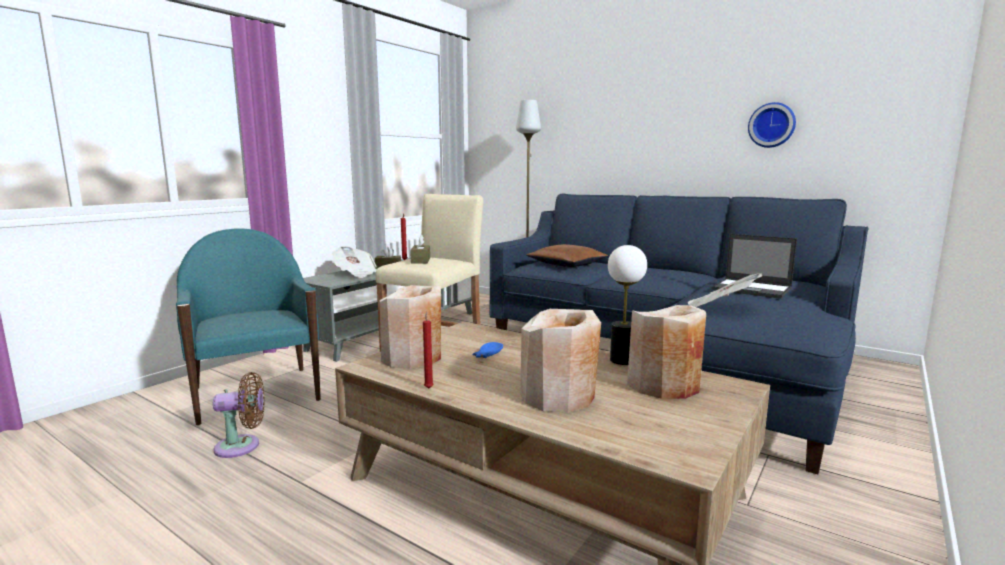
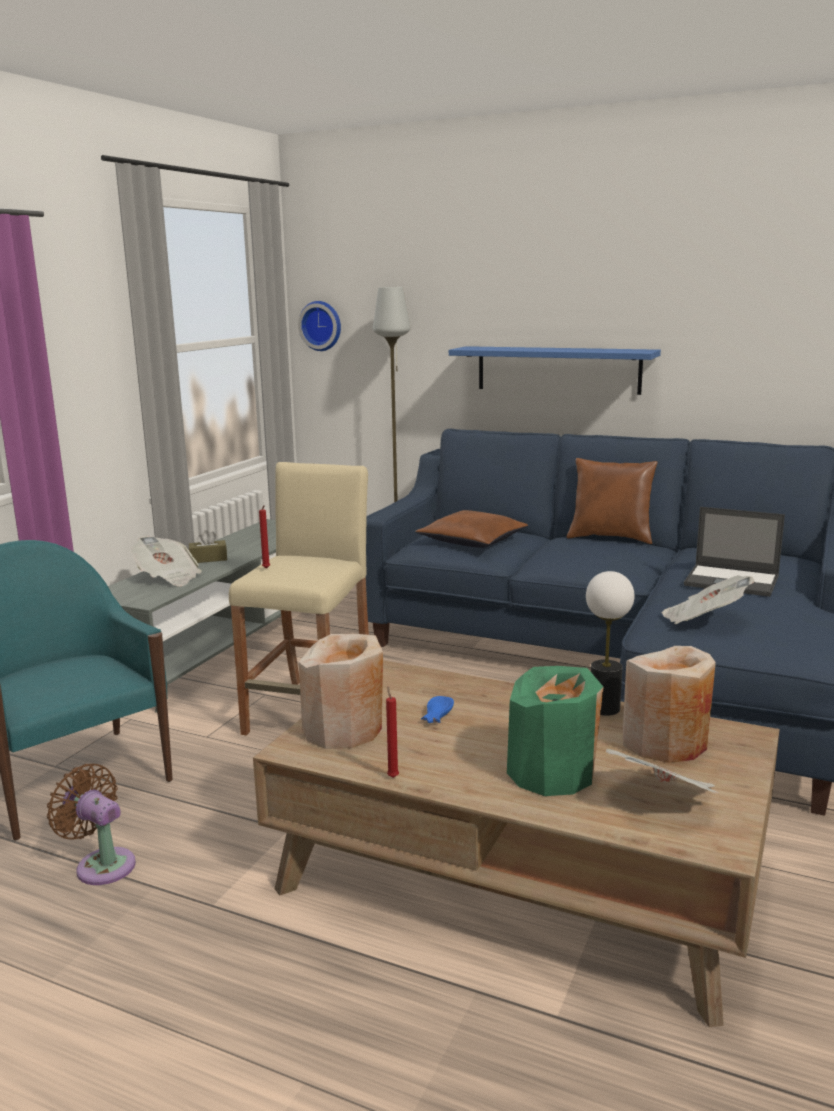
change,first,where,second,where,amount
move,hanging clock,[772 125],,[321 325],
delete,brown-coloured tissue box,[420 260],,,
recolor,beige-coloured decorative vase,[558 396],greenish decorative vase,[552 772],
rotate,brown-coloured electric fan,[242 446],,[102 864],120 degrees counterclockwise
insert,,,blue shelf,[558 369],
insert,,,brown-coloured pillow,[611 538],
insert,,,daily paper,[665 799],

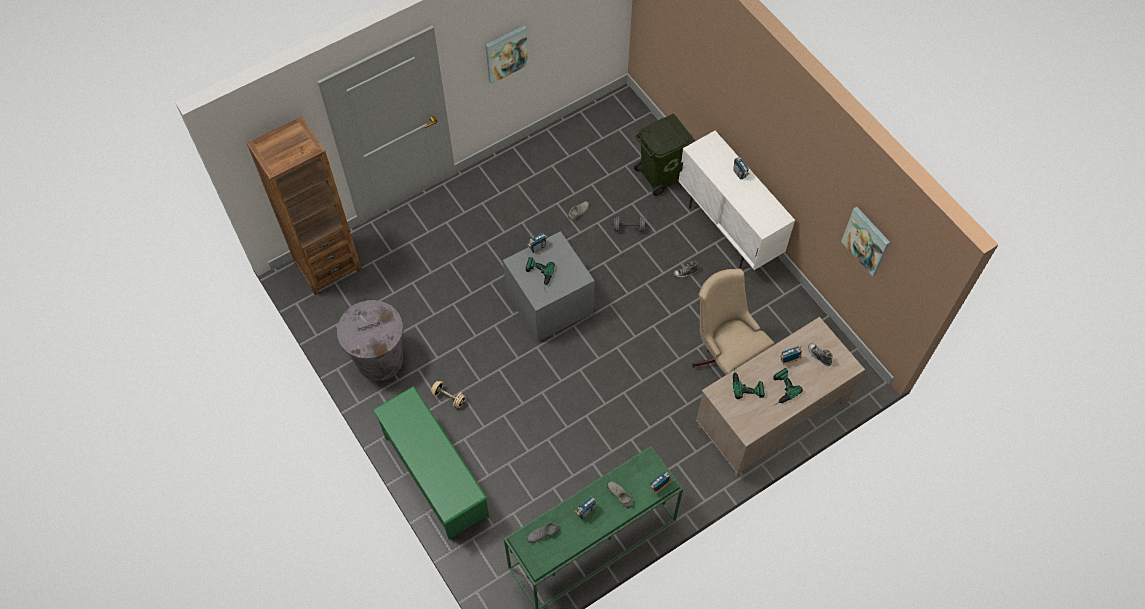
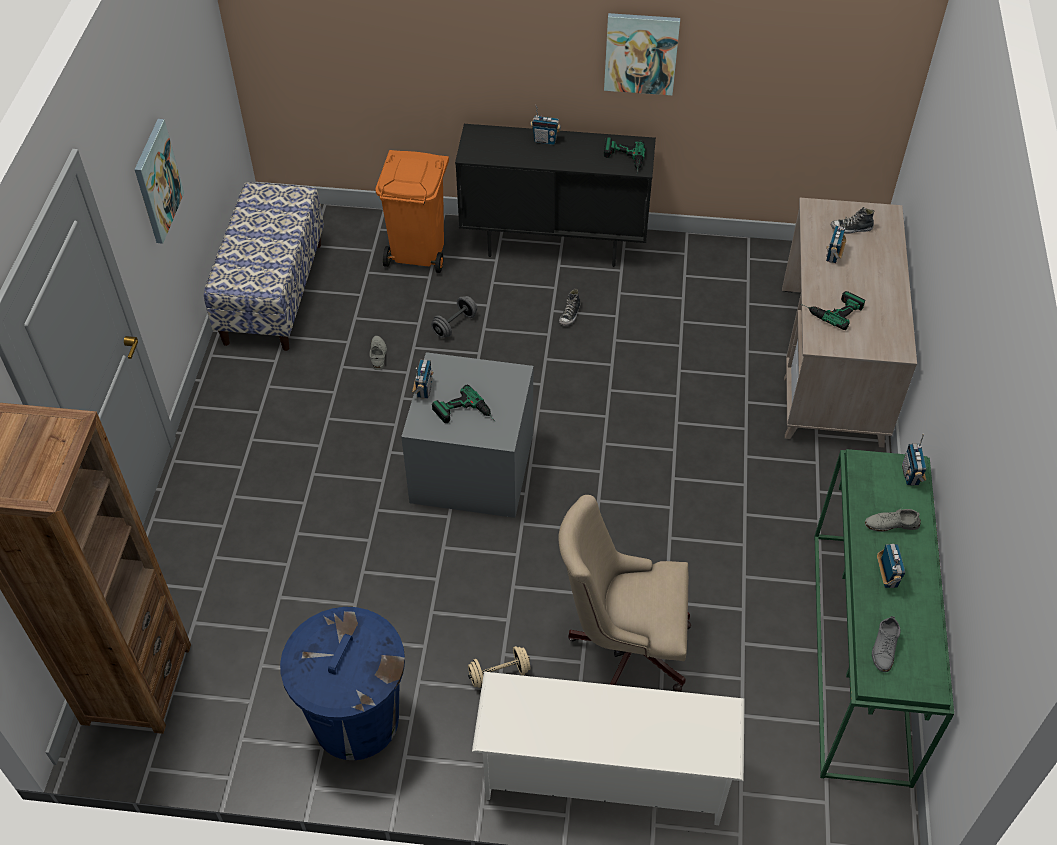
change,first,where,second,where,amount
recolor,greenish rubbish bin,[661 176],orange-coloured rubbish bin,[419 252],
recolor,white-coloured storage cabinet,[728 230],black storage cabinet,[554 244],
move,wall picture,[866 240],,[641 53],
move,beige-coloured office chair,[725 356],,[623 646],
recolor,grey rubbish bin,[379 359],blue rubbish bin,[355 720],
move,drill,[780 390],,[623 160],
recolor,greenish shoe stand,[435 475],white-coloured shoe stand,[604 774],
insert,,,bench,[273 292],

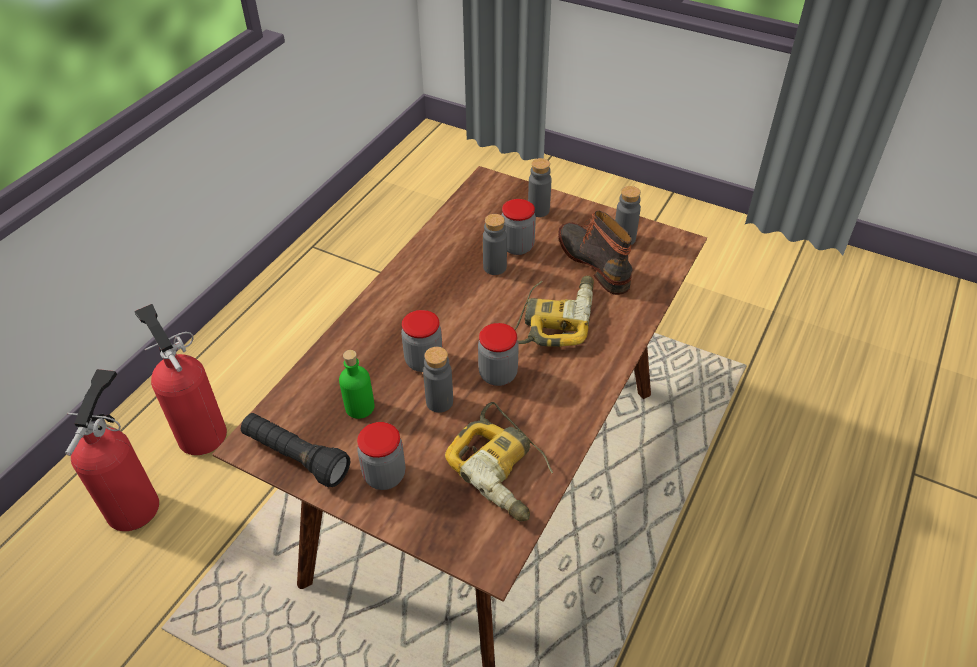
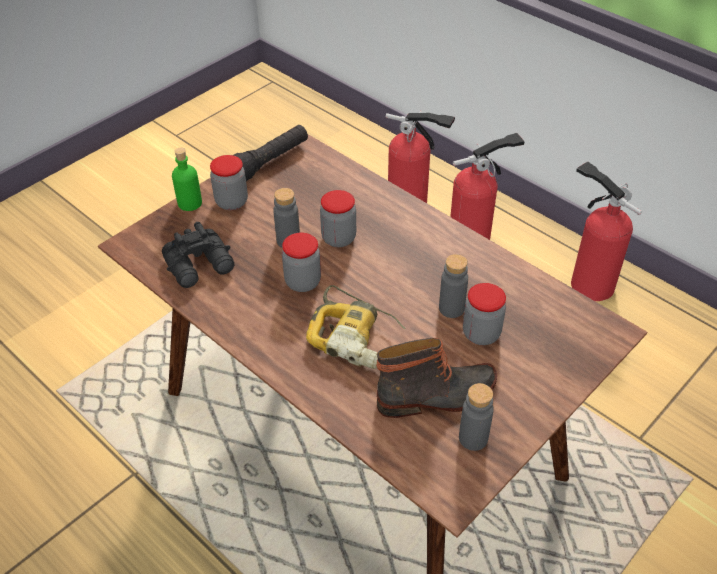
change,first,where,second,where,amount
delete,grey bottle,[538 210],,,
move,greenish bottle,[359 407],,[190 203],
replace,drill,[503 470],black pair of binoculars,[201 266],
insert,,,extinguisher,[588 282],

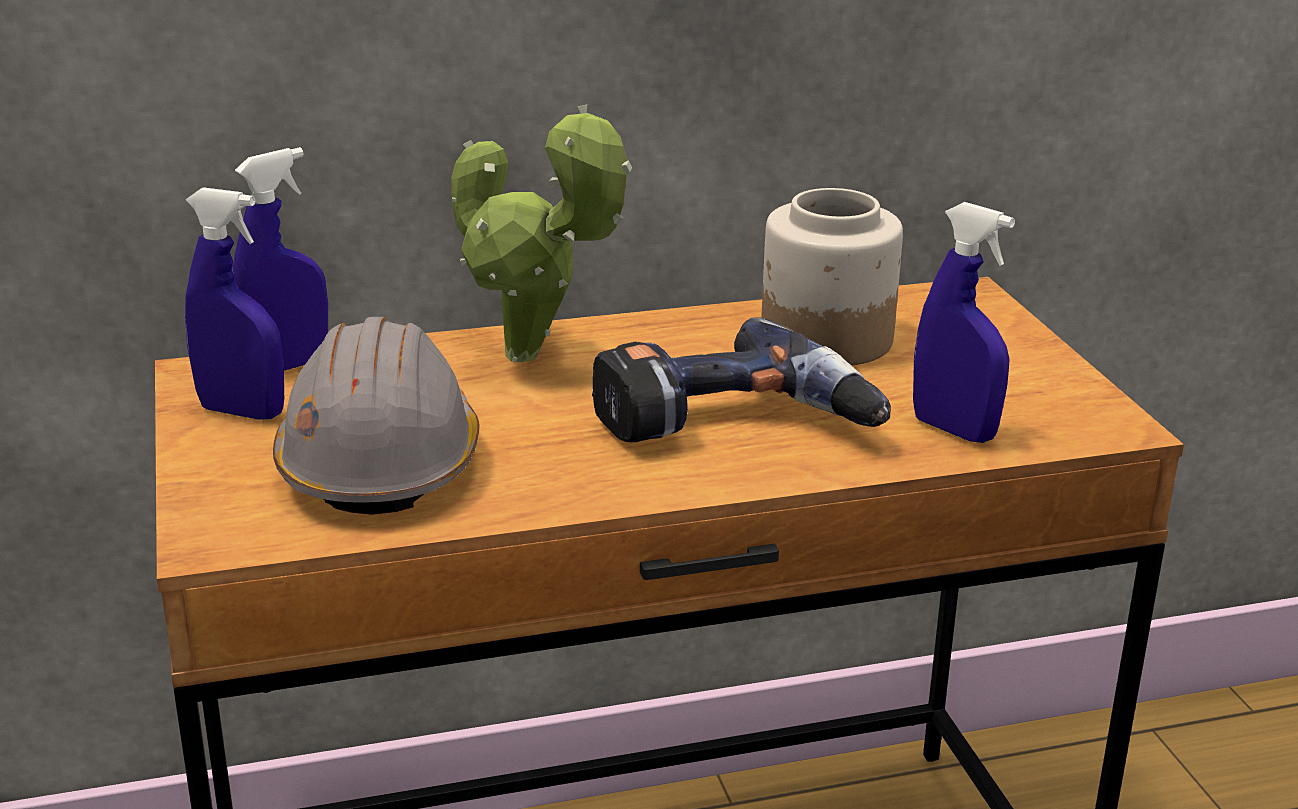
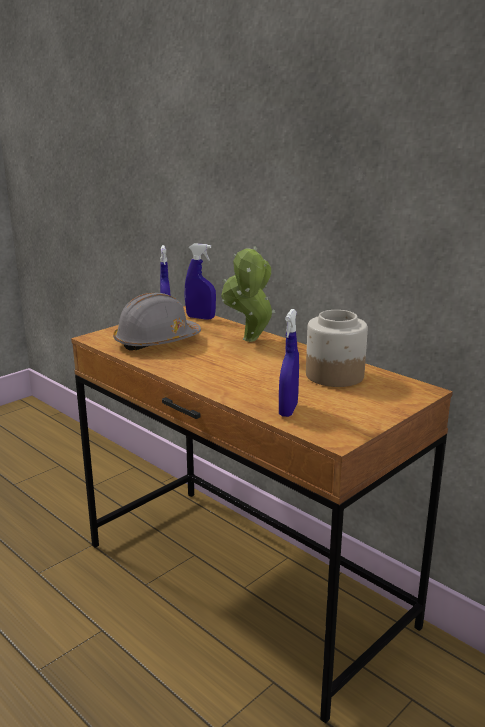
change,first,where,second,where,amount
delete,drill,[735 430],,,

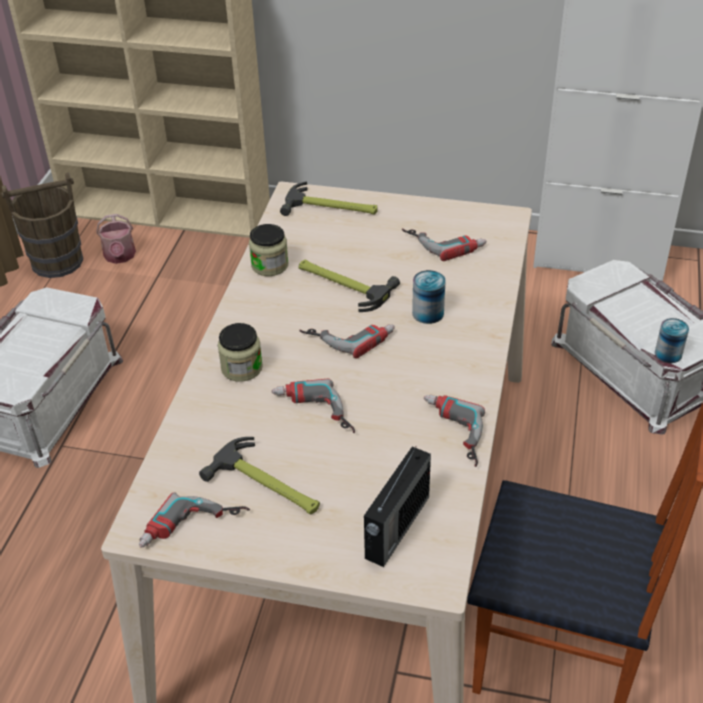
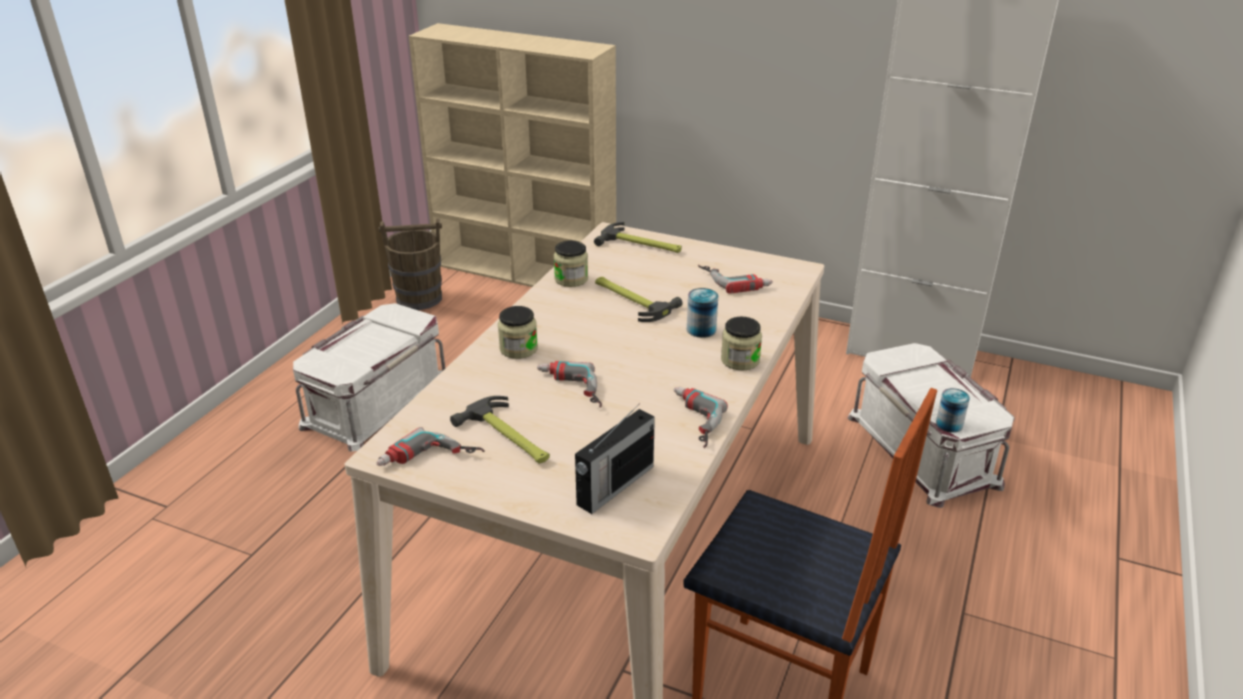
change,first,where,second,where,amount
delete,watering pot,[120 257],,,
delete,drill,[348 335],,,
insert,,,storage jar,[740 360],

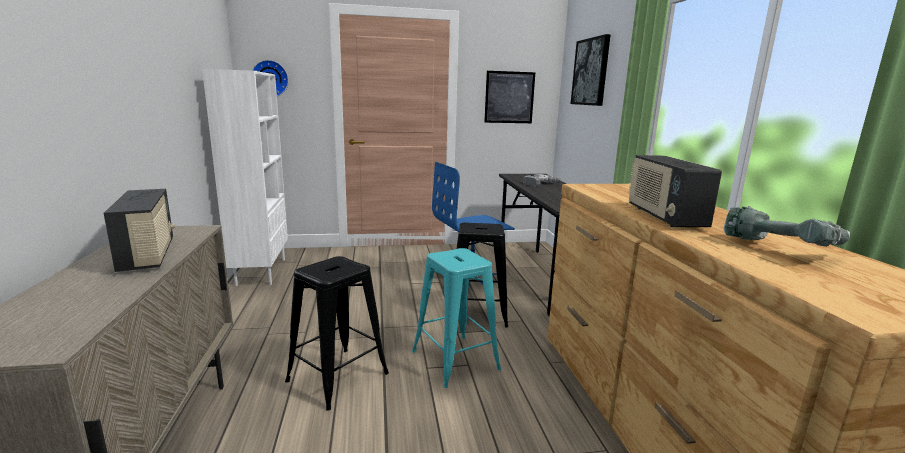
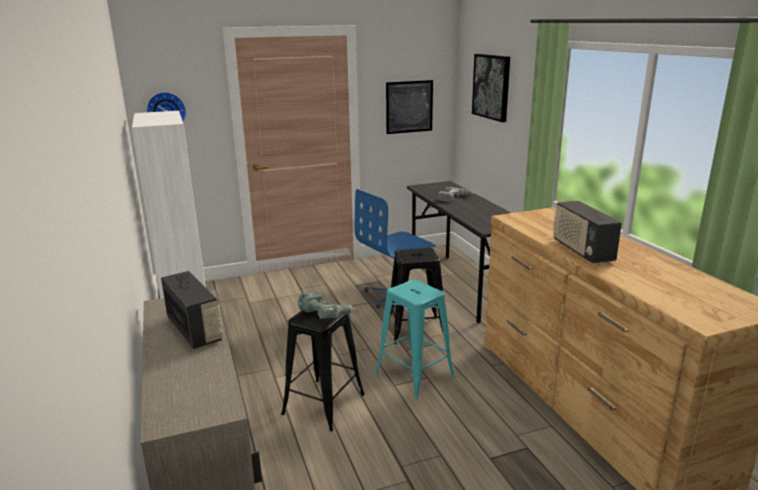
change,first,where,second,where,amount
move,drill,[781 249],,[326 316],

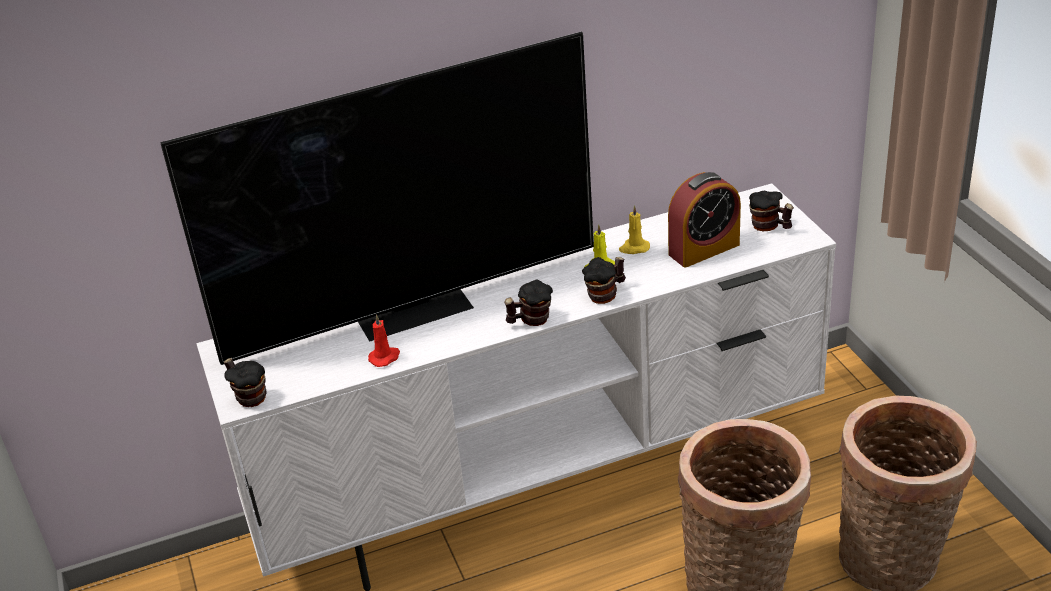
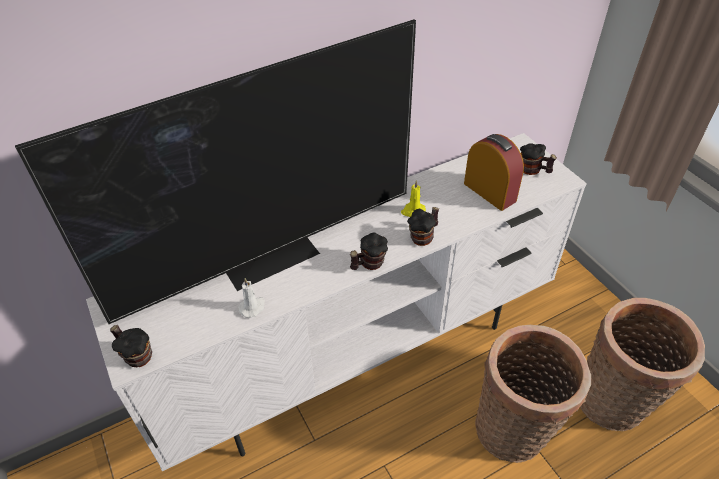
change,first,where,second,where,amount
rotate,bedside clock,[704 249],,[489 192],90 degrees counterclockwise
delete,yellow candle,[634 248],,,
recolor,reddish candle,[385 357],white-coloured candle,[253 307],

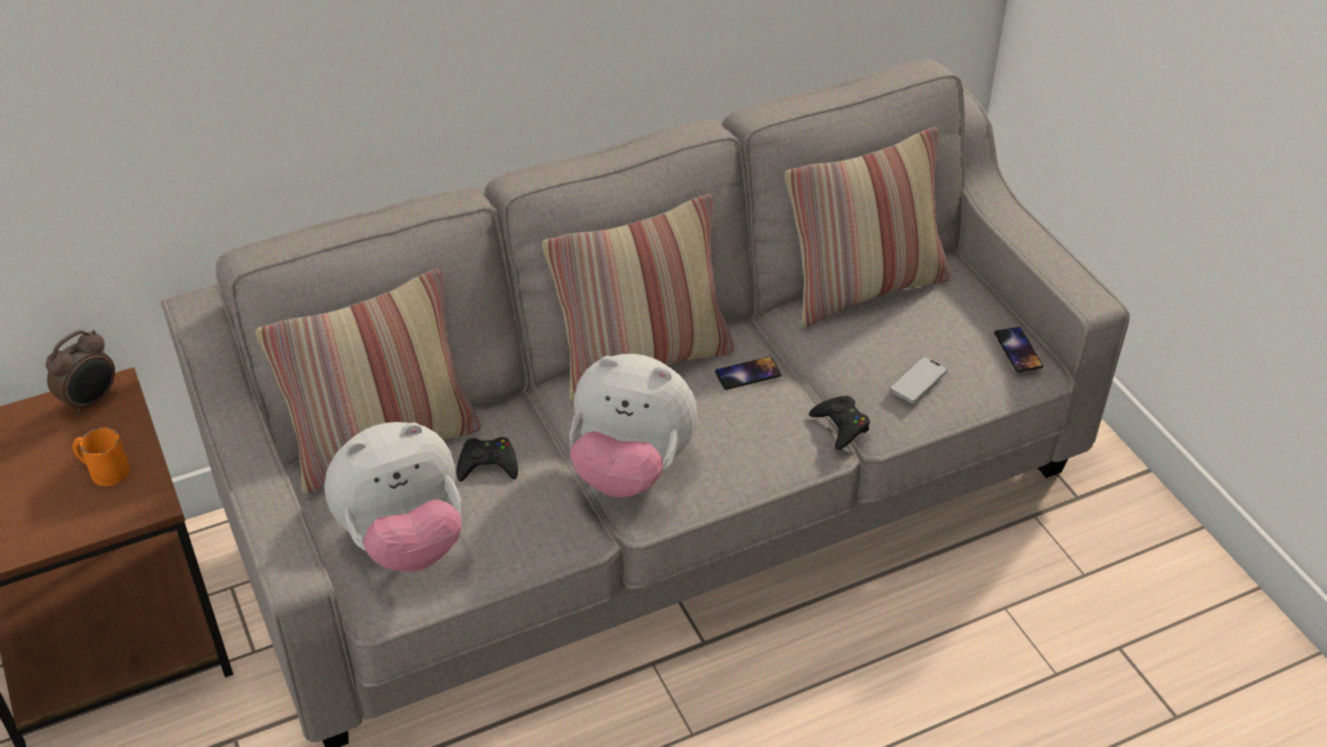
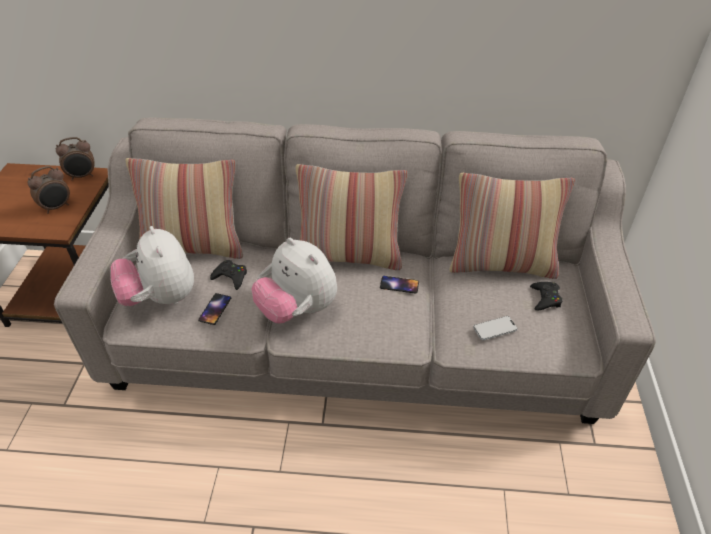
change,first,where,second,where,amount
move,telephone,[1018 350],,[215 309],
move,black gamepad,[841 426],,[545 298],
rotate,plush toy,[404 541],,[161 297],60 degrees clockwise
replace,orange-coloured coffee mug,[103 470],bedside clock,[57 207],

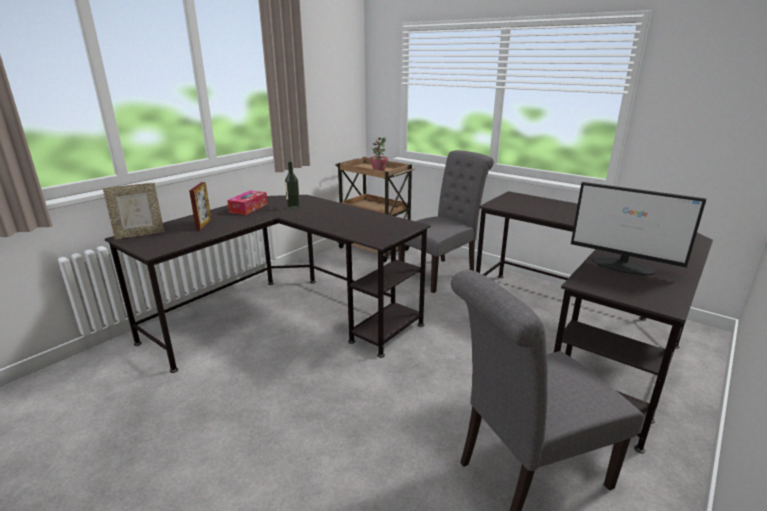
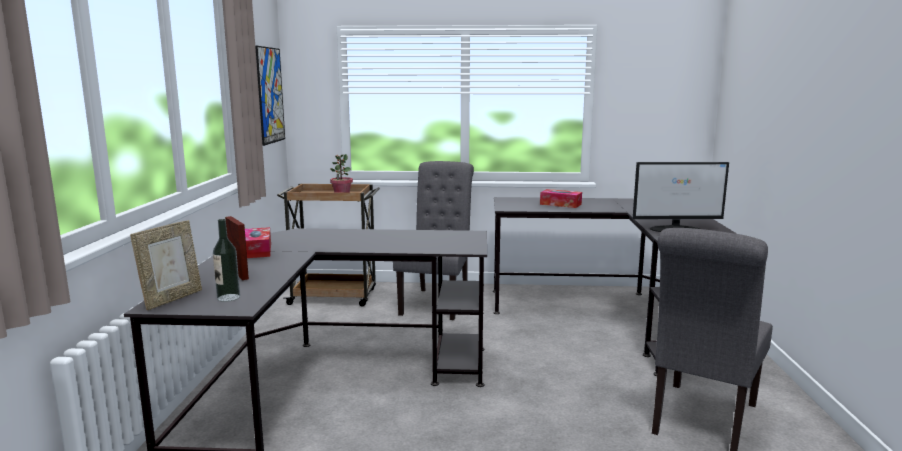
change,first,where,second,where,amount
move,bottle,[293 208],,[228 297],
insert,,,wall picture,[270 95],
insert,,,tissue box,[560 204],

